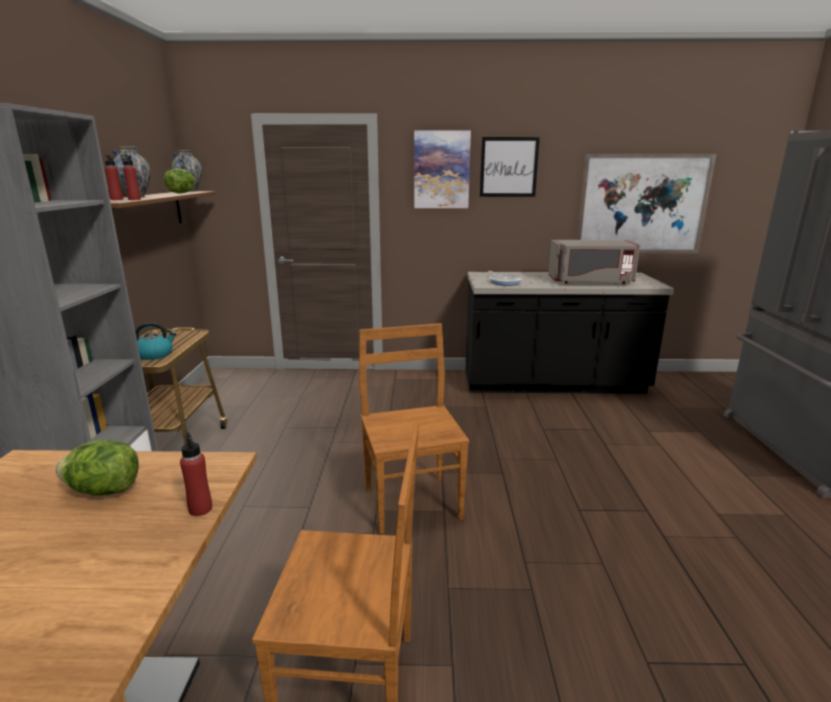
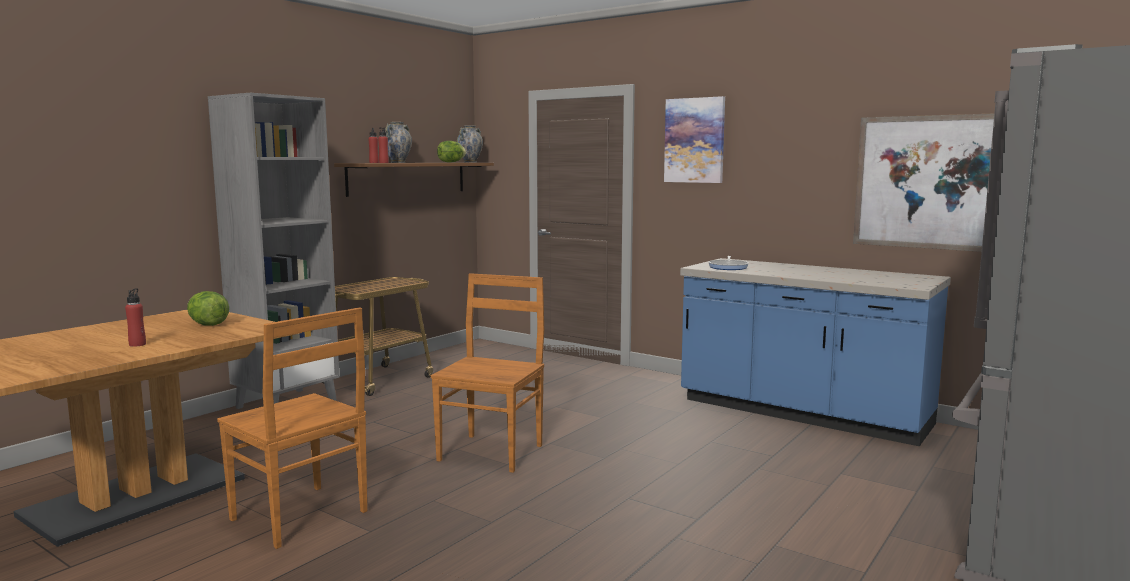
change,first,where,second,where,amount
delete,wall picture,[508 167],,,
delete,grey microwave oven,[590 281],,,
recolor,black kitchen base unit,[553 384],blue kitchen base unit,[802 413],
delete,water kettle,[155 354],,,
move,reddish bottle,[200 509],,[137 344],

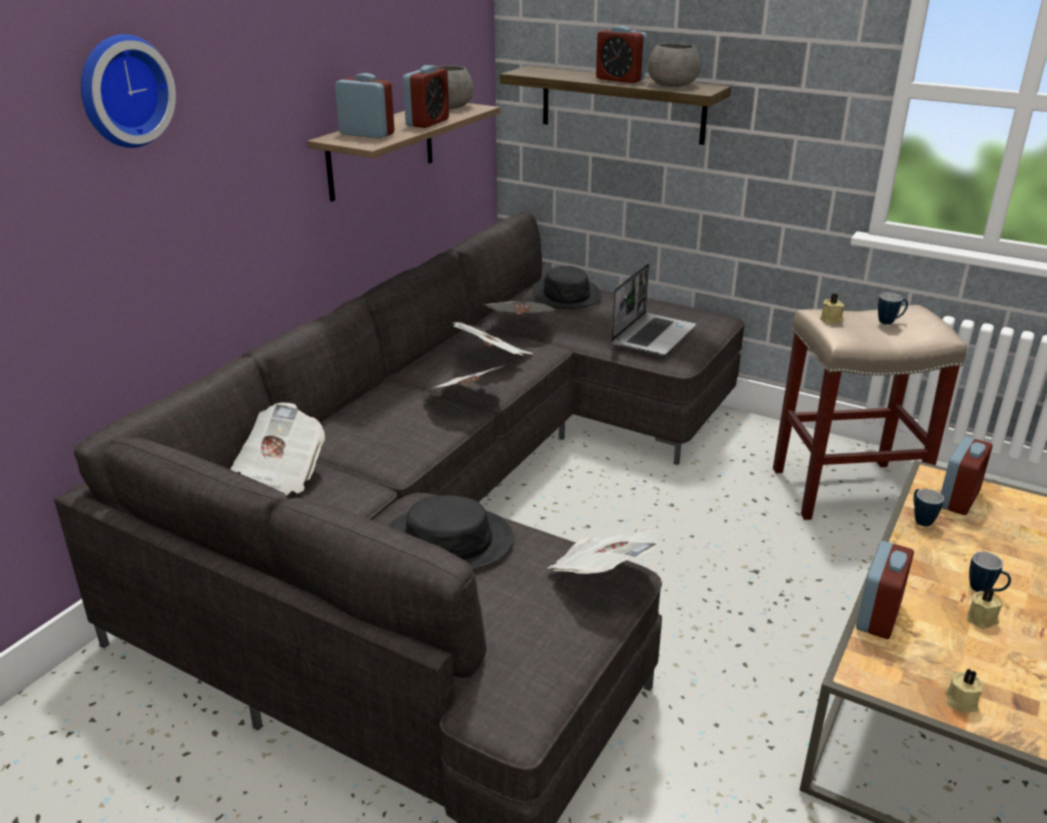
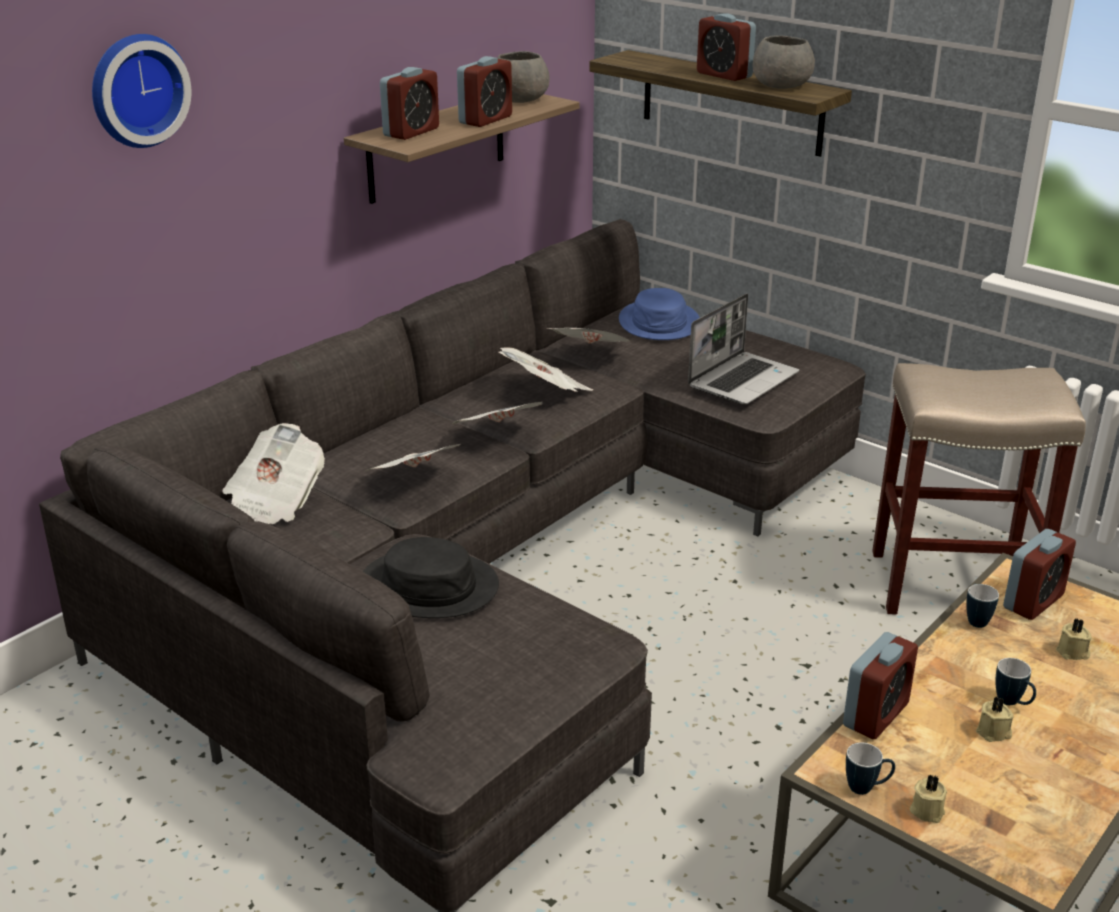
change,first,where,second,where,amount
rotate,bedside clock,[367 134],,[411 132],90 degrees clockwise
recolor,black clothing hat,[566 295],blue clothing hat,[659 322],
move,beige-coloured candle,[831 320],,[1073 653],
move,coffee mug,[890 322],,[866 788],
move,daily paper,[604 574],,[413 481],

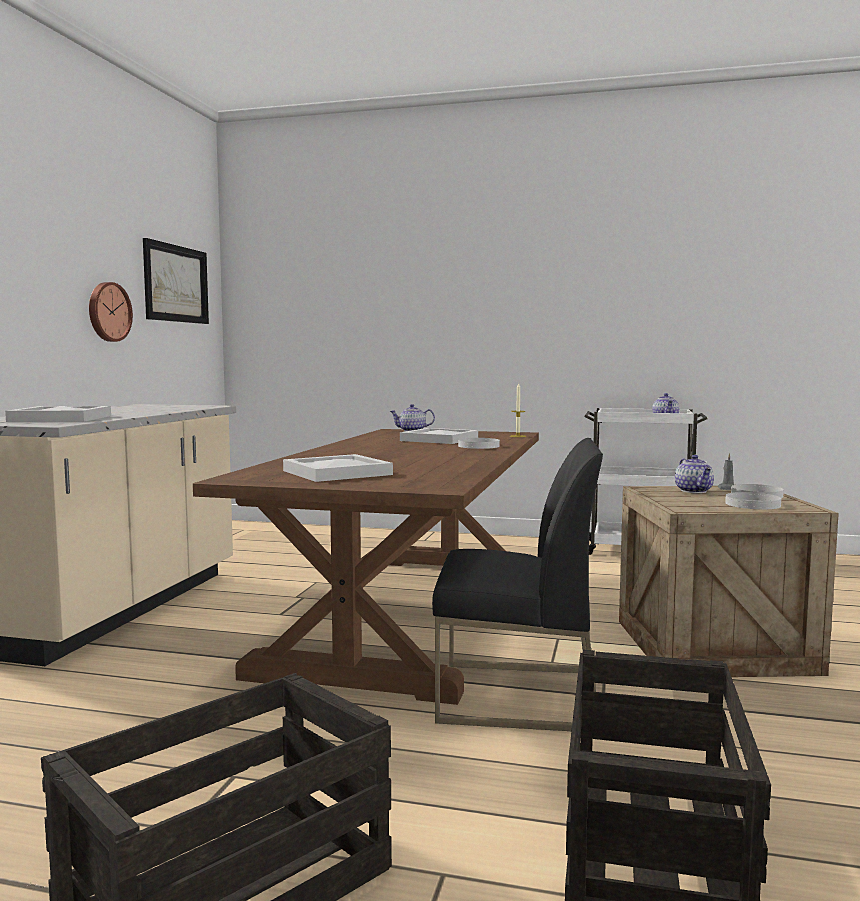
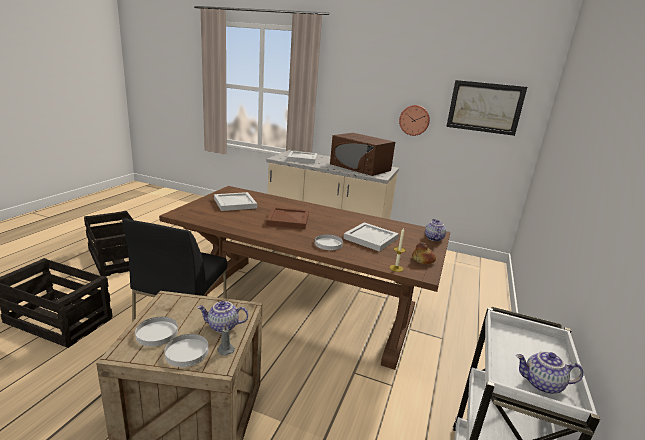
change,first,where,second,where,amount
insert,,,brown-coloured microwave oven,[360 167],
insert,,,brown-coloured tray,[289 219],
insert,,,bakery bread,[422 260],

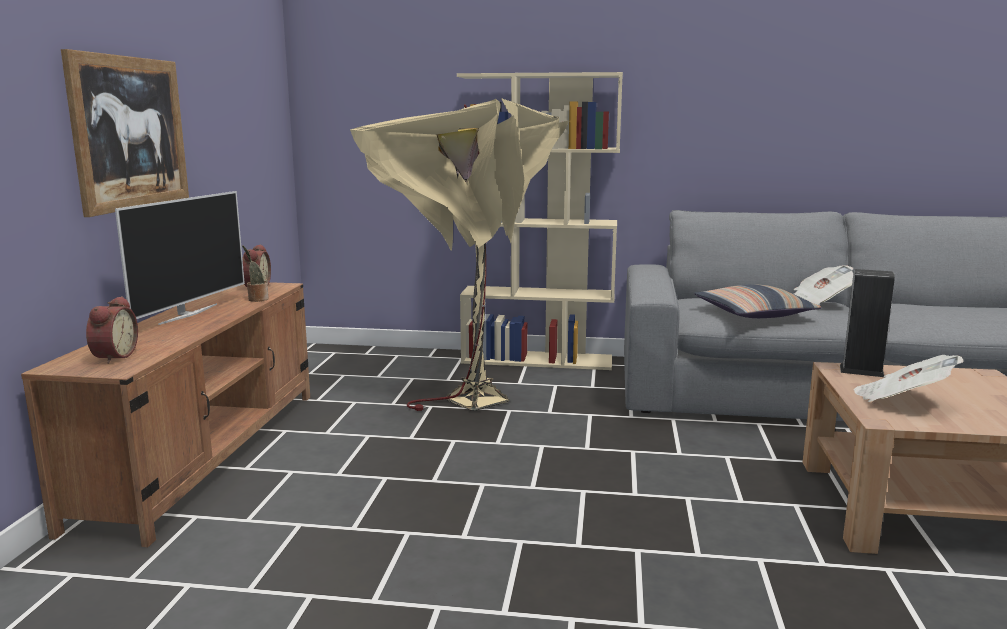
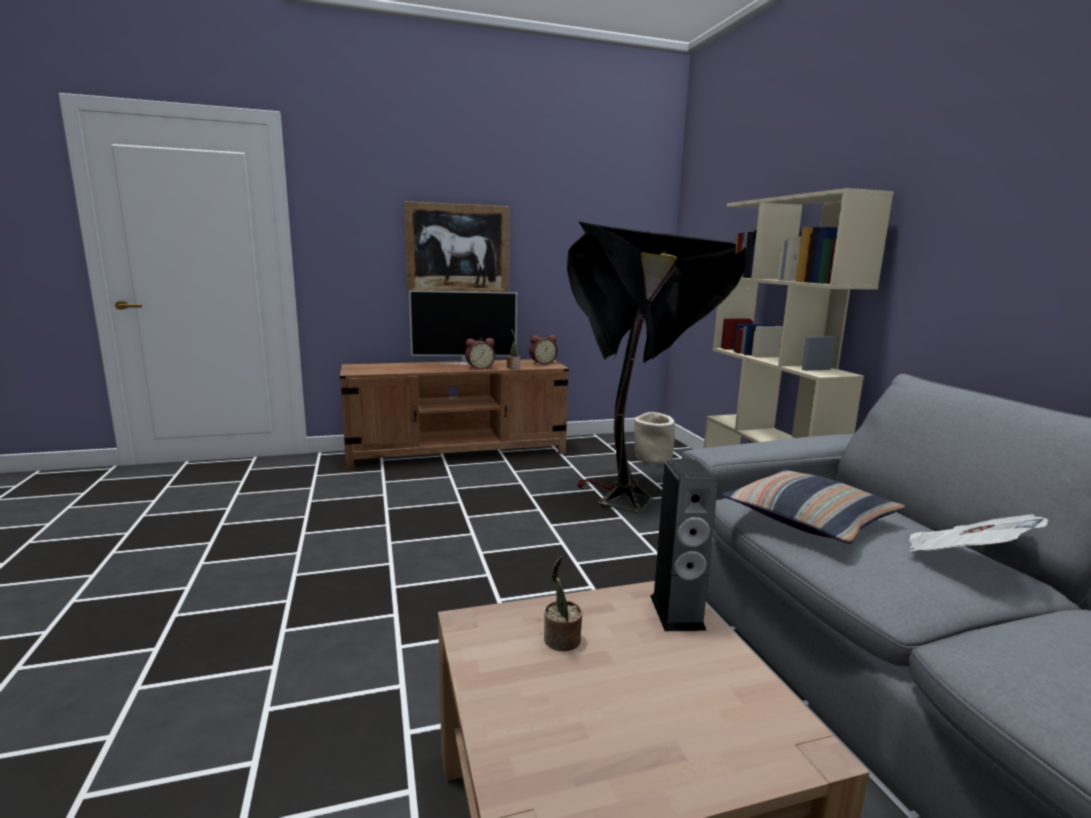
change,first,where,second,where,amount
recolor,beige-coloured standard lamp,[468 396],black standard lamp,[631 497],
move,bedside clock,[112 357],,[479 368],
replace,daily paper,[901 401],plant in a pot,[561 641],
insert,,,beige-coloured planter,[652 458],

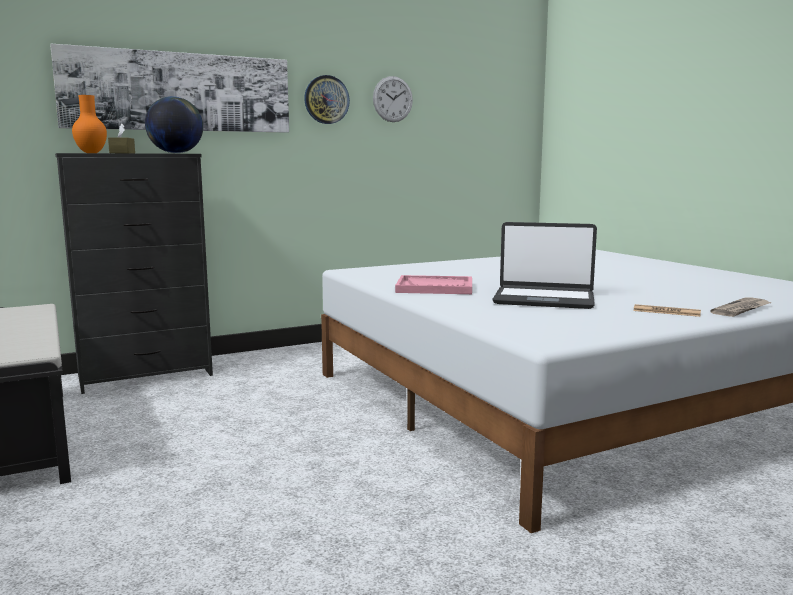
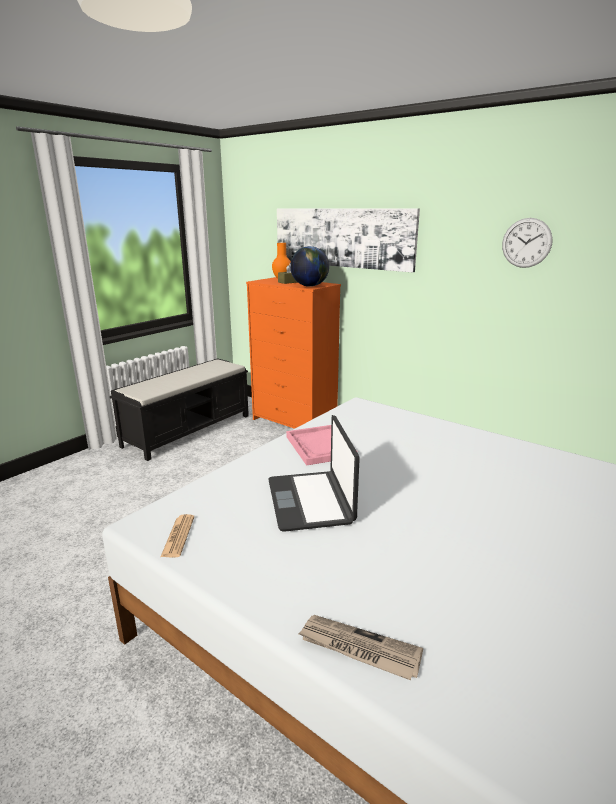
change,first,where,second,where,amount
delete,hanging clock,[326 99],,,
recolor,black drawer chest,[146 375],orange-coloured drawer chest,[294 422],
move,daily paper,[666 312],,[178 536],

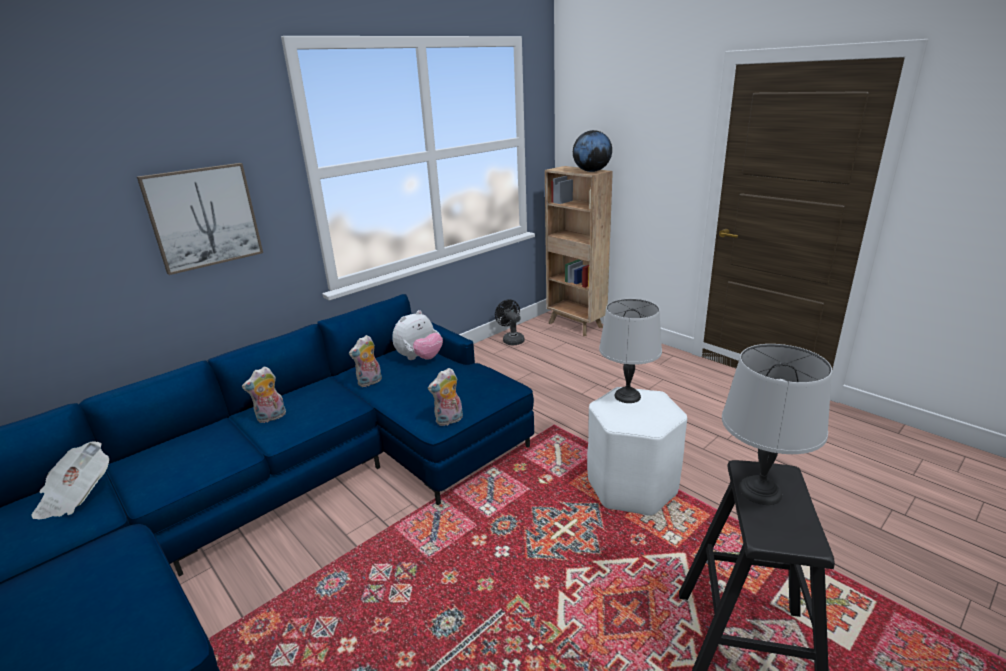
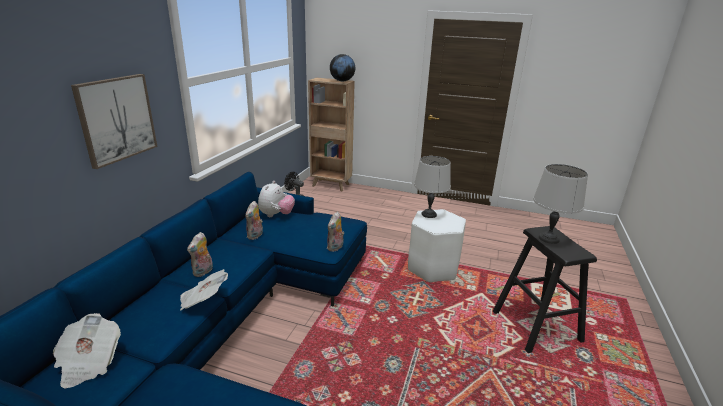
change,first,where,second,where,amount
insert,,,daily paper,[204 300],

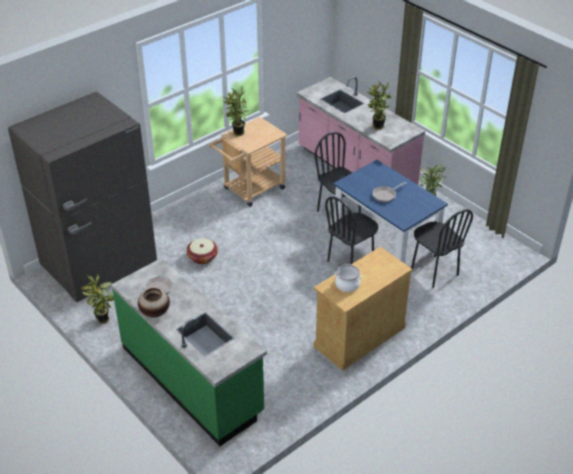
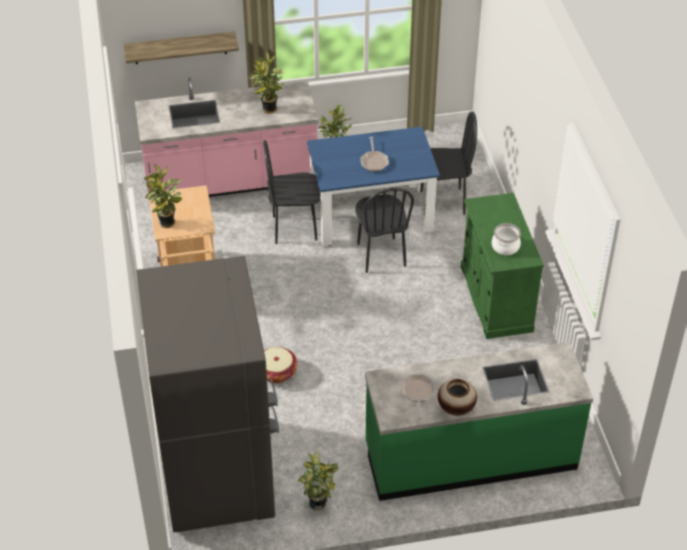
change,first,where,second,where,amount
recolor,beige-coloured storage cabinet,[359 337],greenish storage cabinet,[495 298],
insert,,,shelf,[180 48],

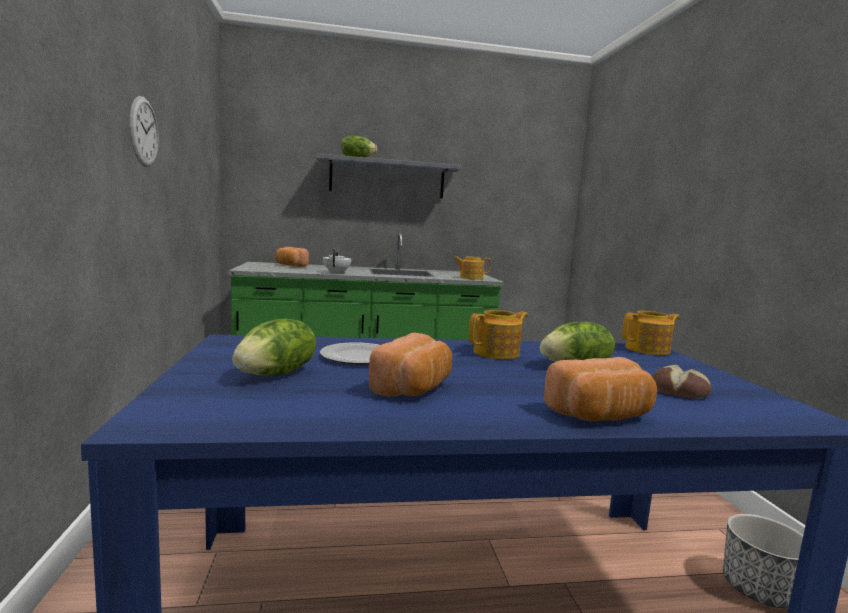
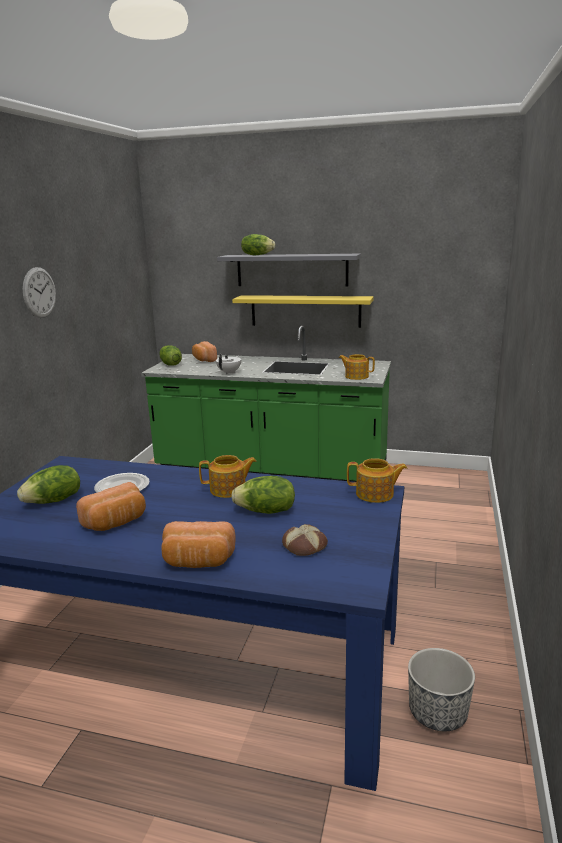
change,first,where,second,where,amount
insert,,,yellow shelf,[305 311],
insert,,,head of lettuce,[170 364],

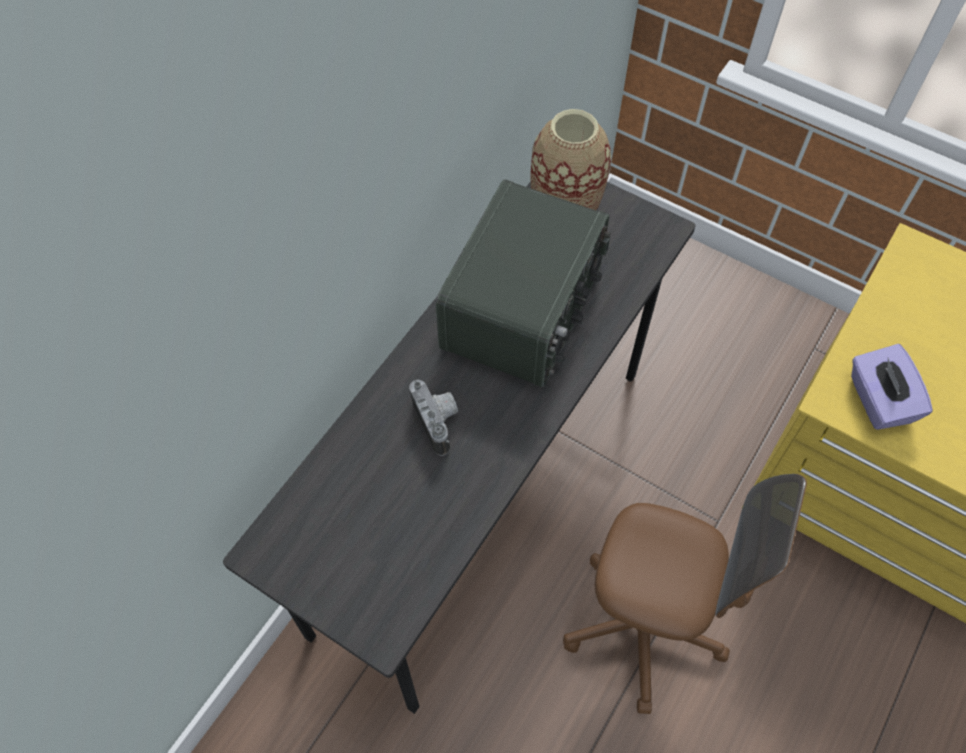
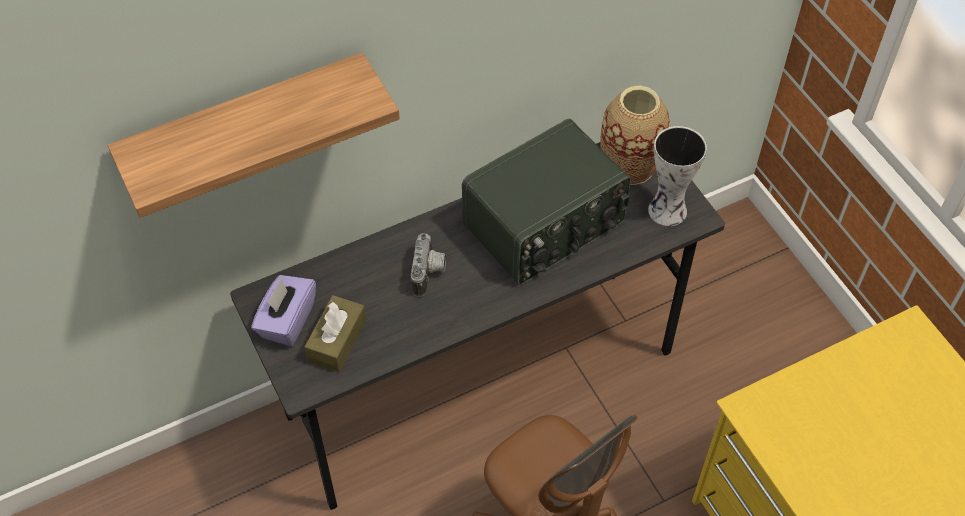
change,first,where,second,where,amount
move,purple-coloured tissue box,[878 401],,[287 321],
insert,,,shelf,[245 128],
insert,,,decorative vase,[668 212],
insert,,,brown-coloured tissue box,[337 341],

